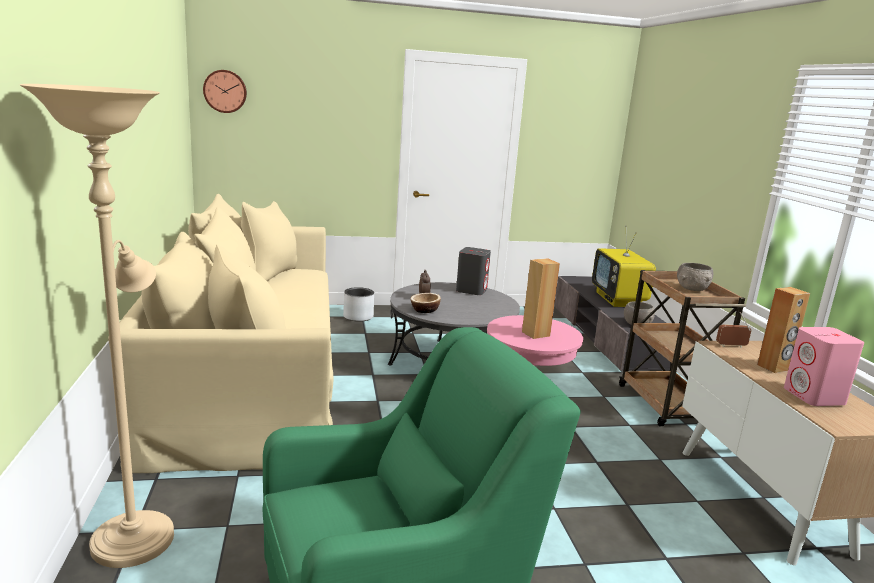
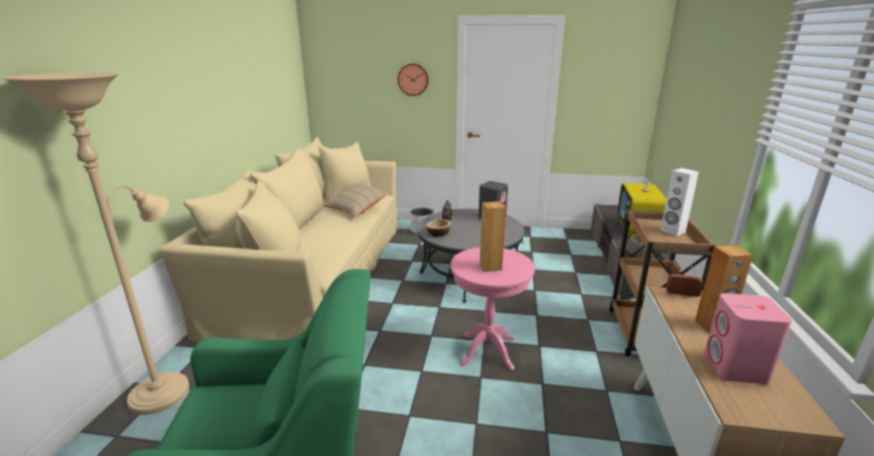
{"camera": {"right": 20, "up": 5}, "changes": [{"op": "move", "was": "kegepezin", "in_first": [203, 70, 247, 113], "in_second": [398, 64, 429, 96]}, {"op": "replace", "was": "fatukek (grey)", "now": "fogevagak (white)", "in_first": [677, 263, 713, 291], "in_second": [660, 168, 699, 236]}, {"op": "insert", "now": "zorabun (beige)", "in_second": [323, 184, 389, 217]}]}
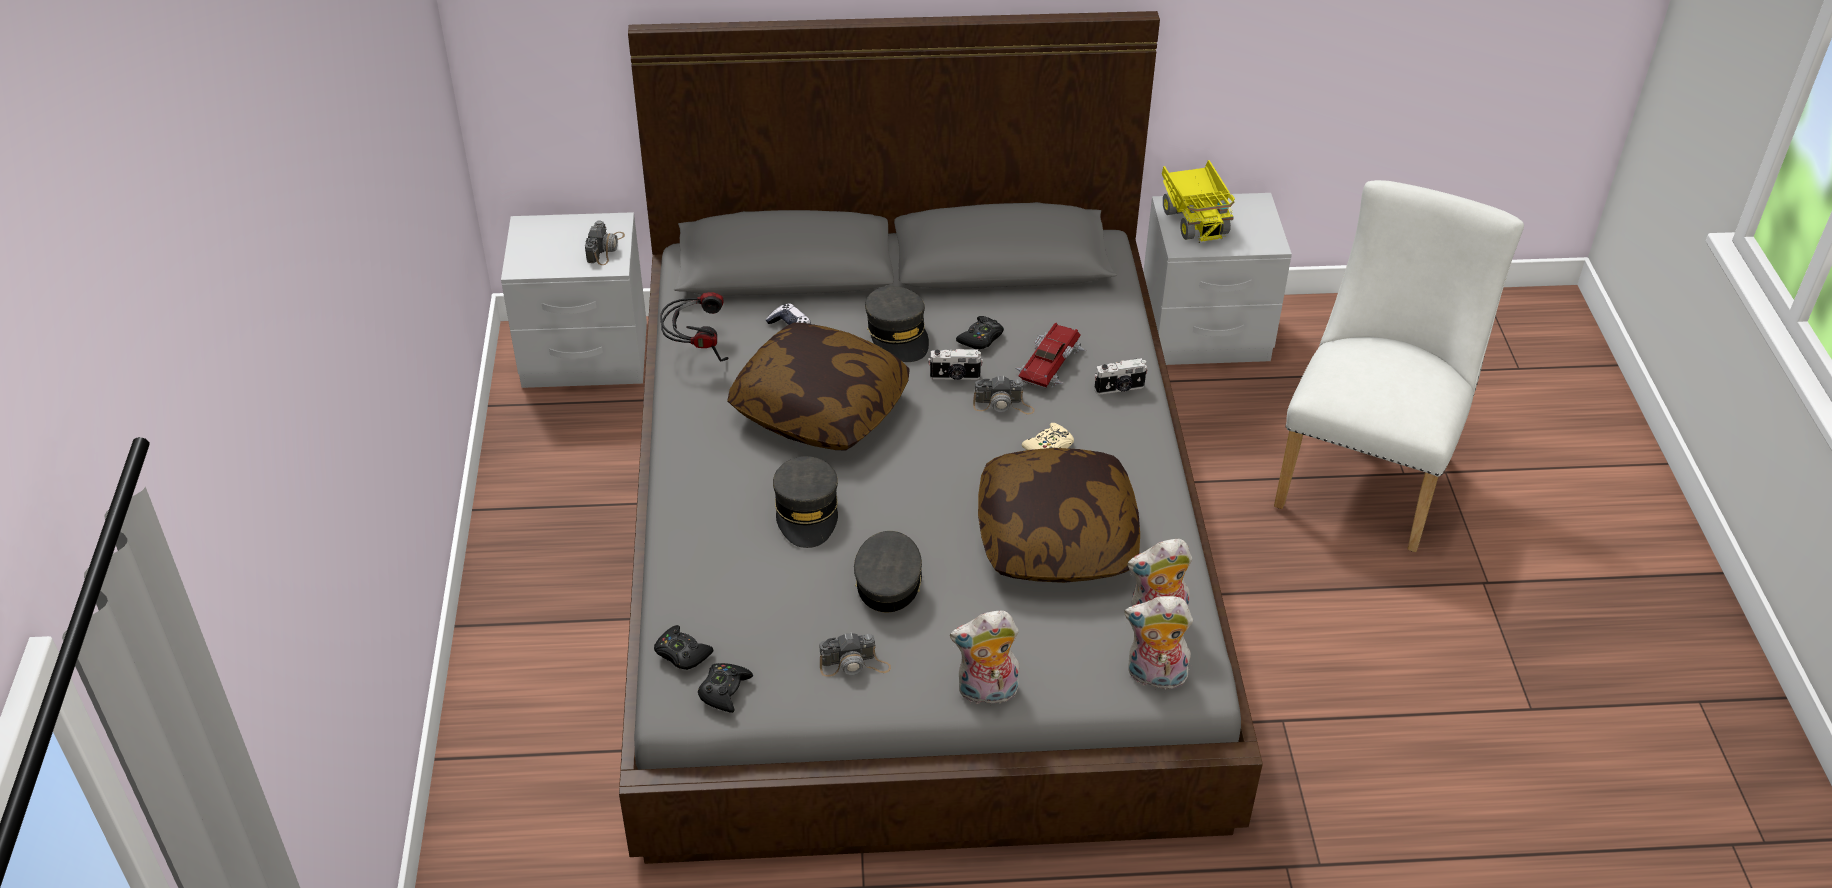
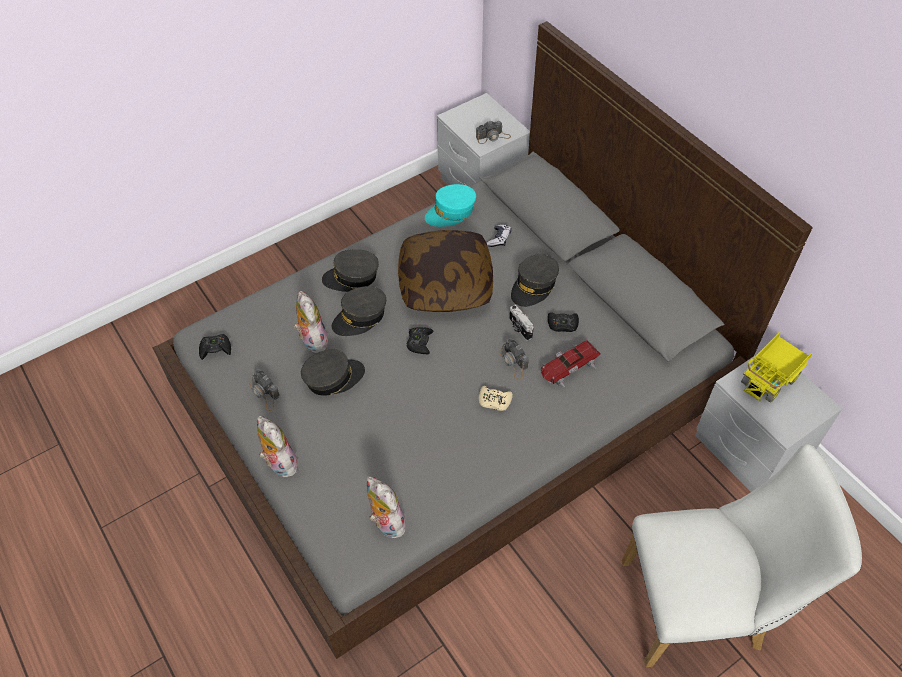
{"camera": {"right": 60, "up": 10}, "changes": [{"op": "replace", "was": "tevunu", "now": "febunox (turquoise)", "in_first": [660, 292, 728, 362], "in_second": [425, 184, 476, 227]}, {"op": "rotate", "was": "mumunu", "in_first": [1016, 323, 1086, 389], "in_second": [541, 340, 600, 387], "clockwise": 150}, {"op": "delete", "was": "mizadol", "in_first": [1094, 358, 1148, 395]}, {"op": "delete", "was": "zorabun", "in_first": [978, 448, 1140, 583]}, {"op": "move", "was": "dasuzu", "in_first": [1124, 596, 1193, 690], "in_second": [294, 291, 328, 353]}, {"op": "move", "was": "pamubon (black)", "in_first": [654, 625, 713, 670], "in_second": [406, 327, 434, 354]}, {"op": "insert", "now": "febunox (grey)", "in_second": [322, 249, 379, 292]}]}
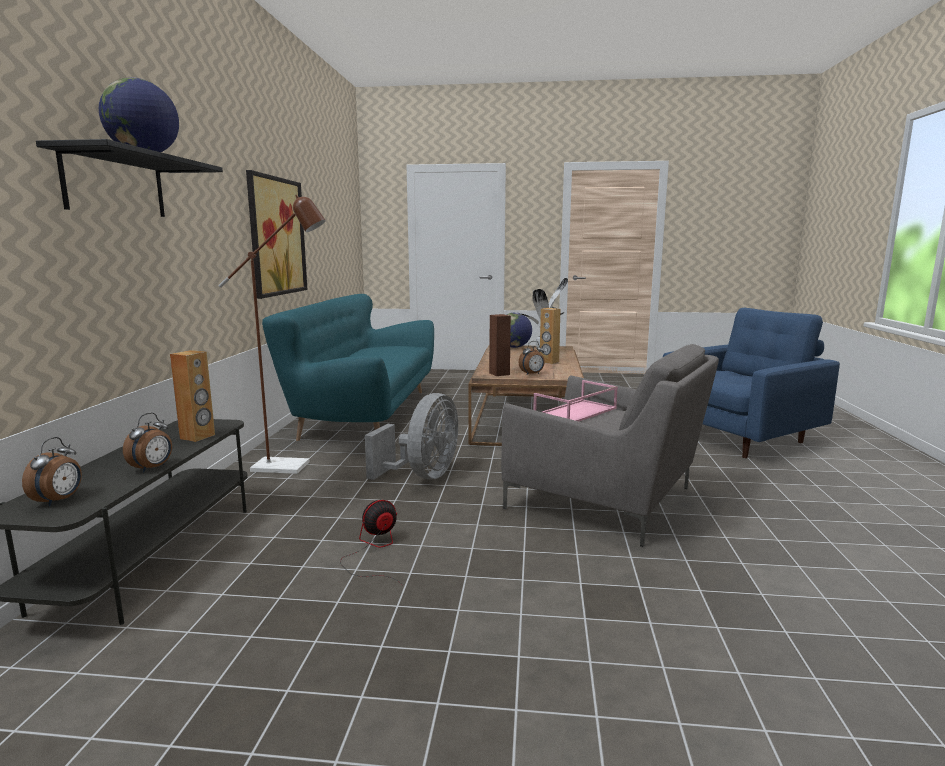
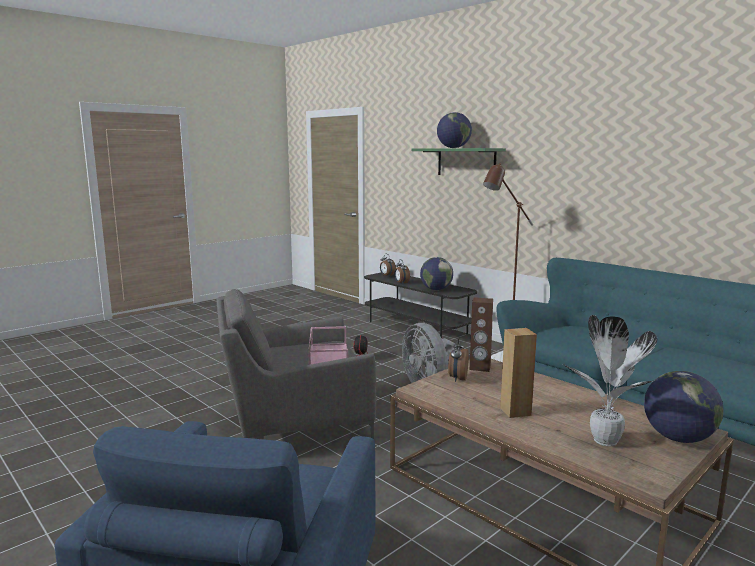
{"camera": {"right": 130, "up": 0}, "changes": [{"op": "recolor", "was": "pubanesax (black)", "now": "pubanesax (green)", "in_first": [36, 139, 223, 217], "in_second": [411, 148, 506, 175]}, {"op": "delete", "was": "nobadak", "in_first": [246, 170, 308, 299]}, {"op": "replace", "was": "fogevagak (brown)", "now": "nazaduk", "in_first": [170, 350, 215, 442], "in_second": [420, 257, 453, 290]}]}
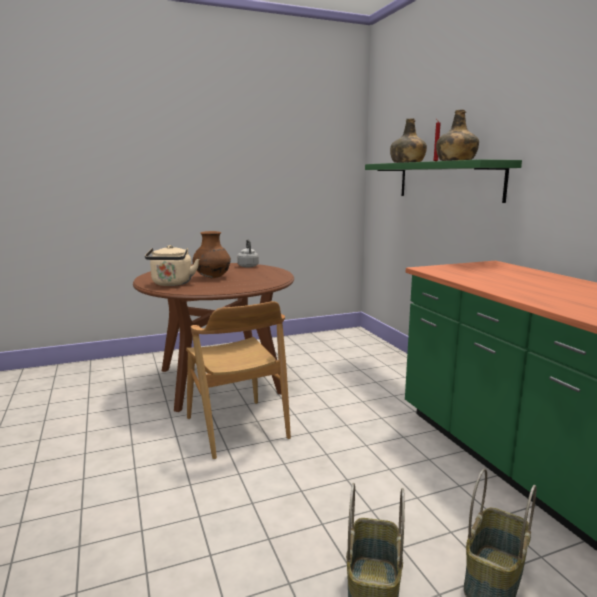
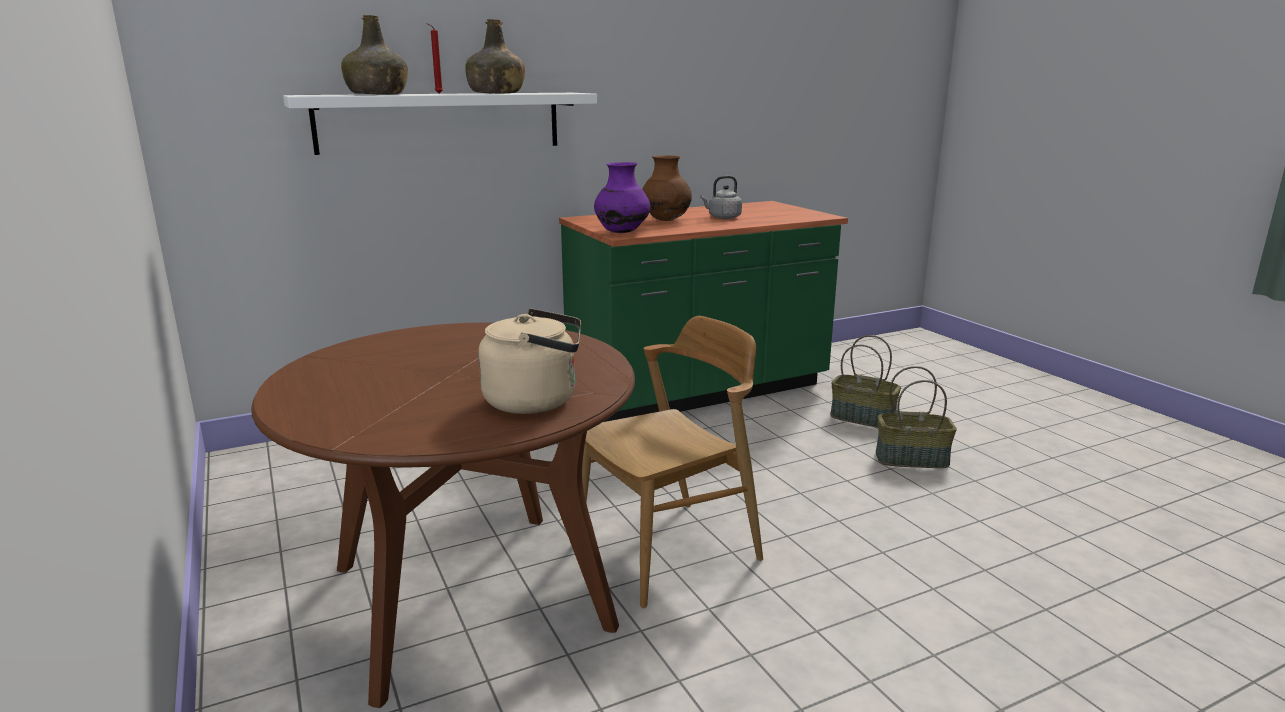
{"camera": {"right": -95, "up": 5}, "changes": [{"op": "recolor", "was": "pubanesax (green)", "now": "pubanesax (white)", "in_first": [365, 159, 522, 203], "in_second": [283, 93, 597, 155]}, {"op": "move", "was": "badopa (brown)", "in_first": [192, 231, 231, 278], "in_second": [642, 156, 692, 221]}, {"op": "move", "was": "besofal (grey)", "in_first": [237, 239, 259, 268], "in_second": [700, 176, 742, 219]}, {"op": "insert", "now": "badopa (purple)", "in_second": [594, 162, 650, 233]}]}
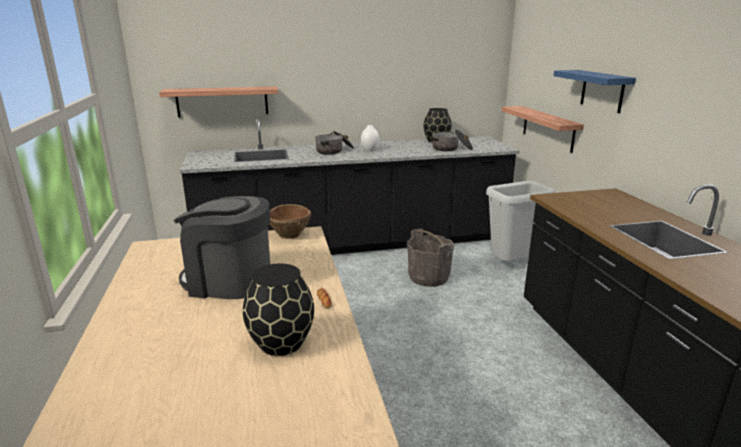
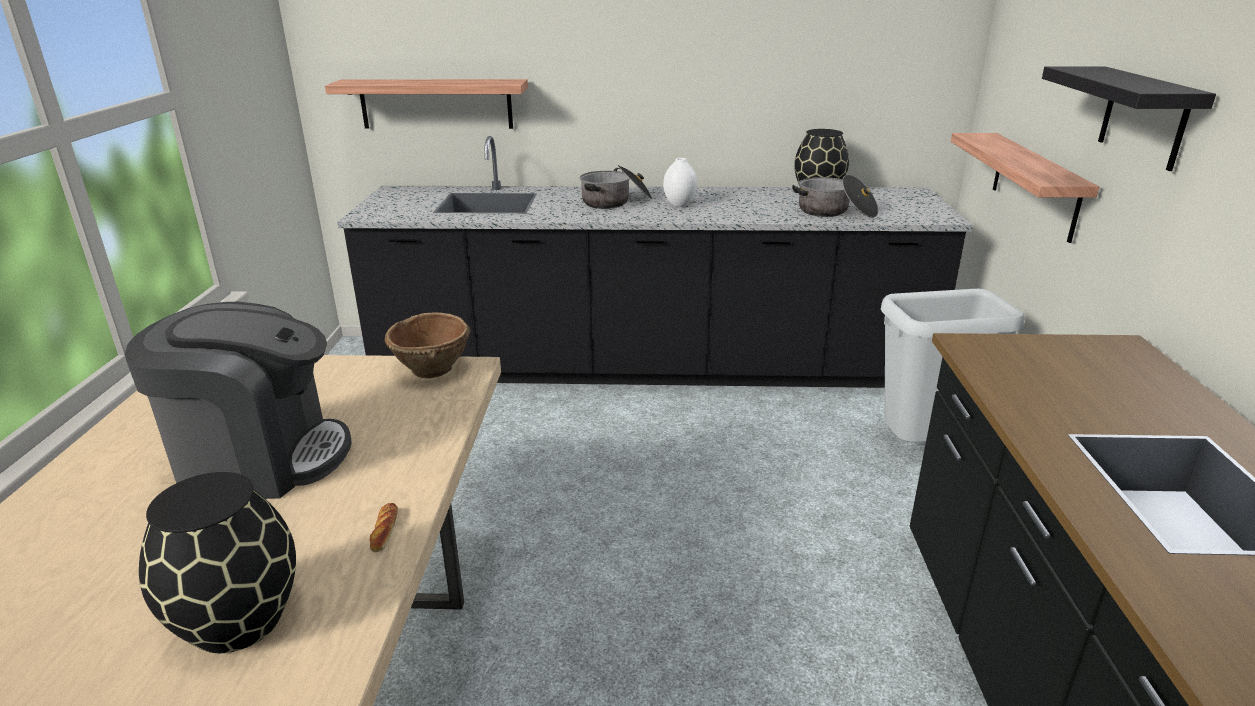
{"camera": {"right": 15, "up": 5}, "changes": [{"op": "recolor", "was": "pubanesax (blue)", "now": "pubanesax (black)", "in_first": [553, 70, 636, 113], "in_second": [1042, 66, 1216, 171]}, {"op": "rotate", "was": "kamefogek", "in_first": [174, 196, 270, 299], "in_second": [125, 302, 352, 499], "clockwise": 150}, {"op": "delete", "was": "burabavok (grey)", "in_first": [407, 228, 454, 287]}]}
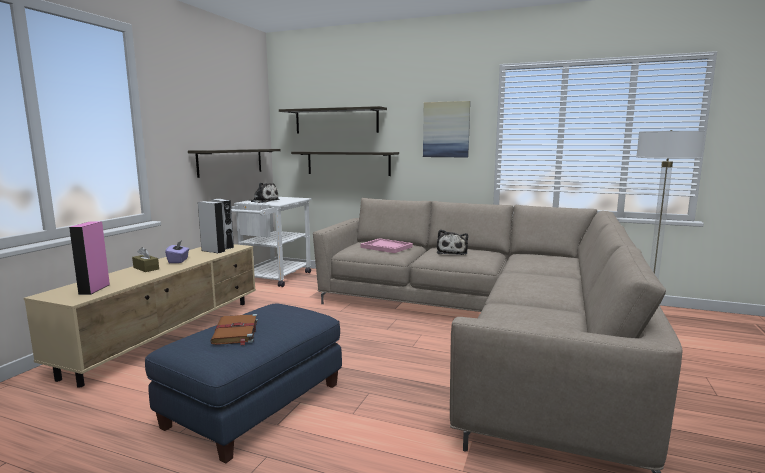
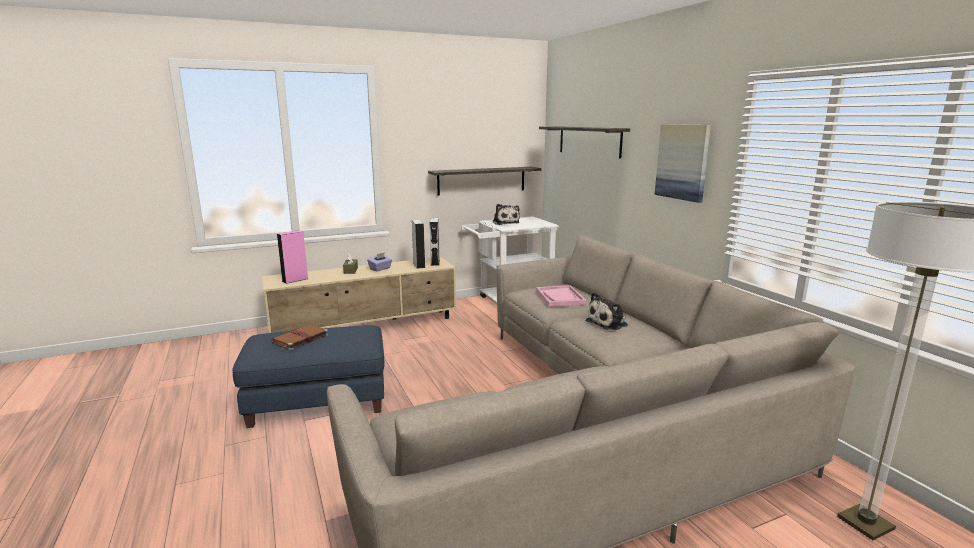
{"camera": {"right": 45, "up": 5}, "changes": [{"op": "delete", "was": "pubanesax", "in_first": [291, 151, 399, 176]}]}
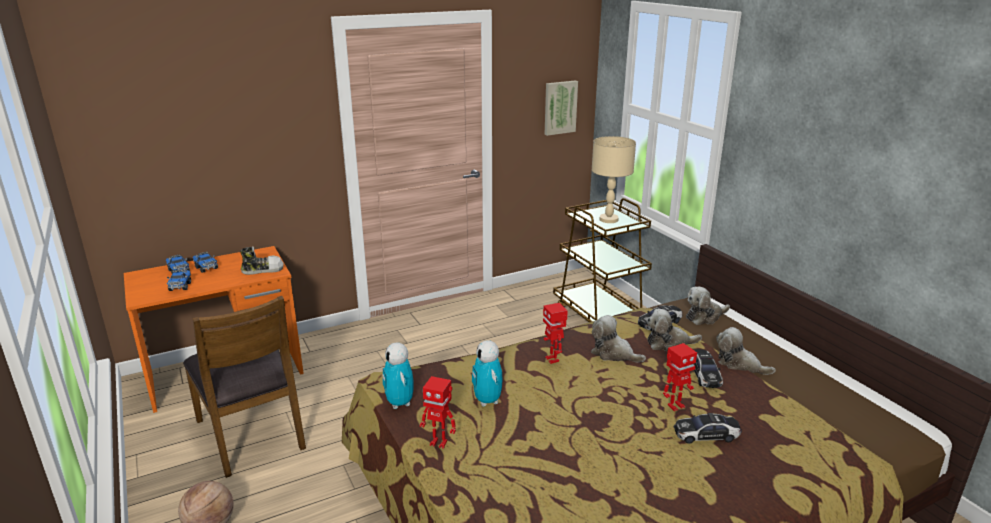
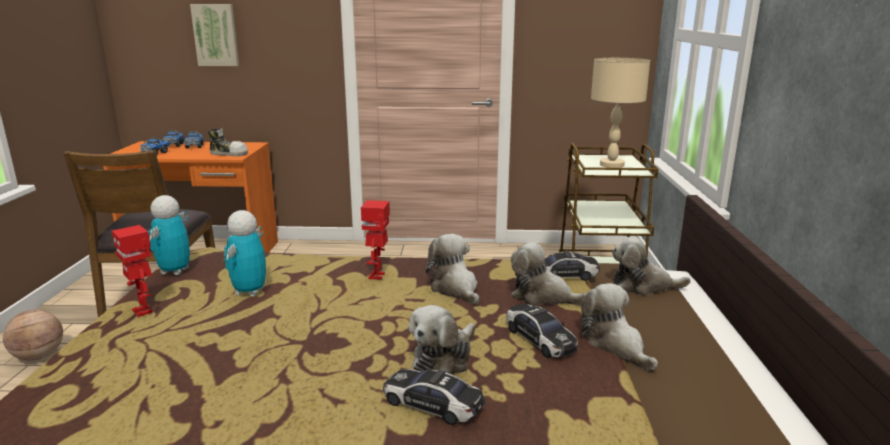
{"camera": {"right": 30, "up": -5}, "changes": [{"op": "move", "was": "nobadak", "in_first": [545, 81, 578, 136], "in_second": [190, 4, 239, 66]}, {"op": "replace", "was": "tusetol", "now": "dasuzu", "in_first": [663, 343, 697, 411], "in_second": [409, 305, 475, 374]}, {"op": "rotate", "was": "mumunu", "in_first": [694, 349, 723, 388], "in_second": [506, 304, 578, 358], "clockwise": -60}]}
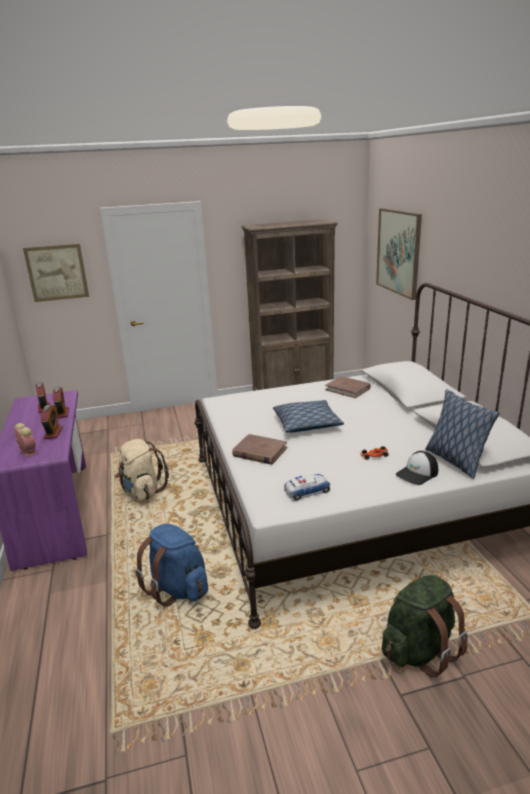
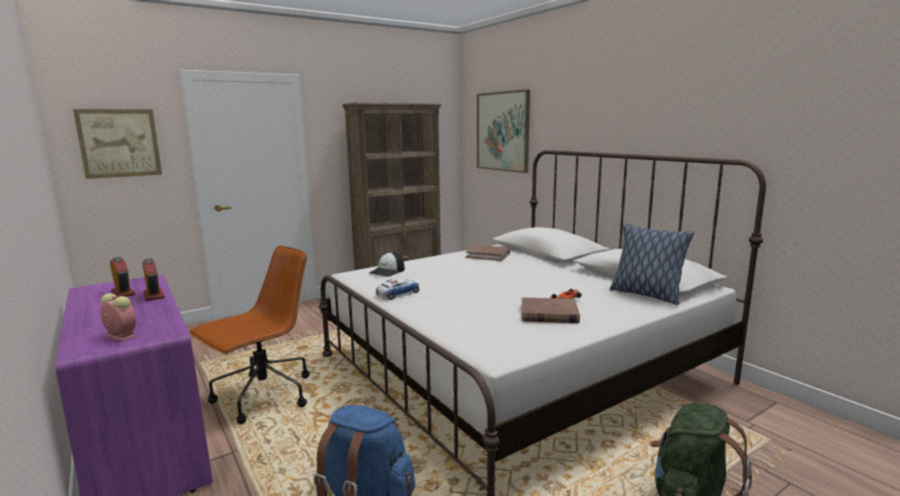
{"camera": {"right": -20, "up": -10}, "changes": [{"op": "delete", "was": "zorabun", "in_first": [273, 400, 344, 433]}, {"op": "delete", "was": "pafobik", "in_first": [41, 405, 63, 439]}, {"op": "move", "was": "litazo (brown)", "in_first": [232, 434, 287, 465], "in_second": [521, 297, 580, 323]}, {"op": "replace", "was": "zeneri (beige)", "now": "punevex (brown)", "in_first": [115, 439, 169, 501], "in_second": [189, 246, 309, 424]}, {"op": "move", "was": "febunox", "in_first": [396, 451, 438, 485], "in_second": [369, 252, 405, 277]}, {"op": "move", "was": "mumunu", "in_first": [284, 474, 330, 501], "in_second": [375, 279, 419, 300]}]}
